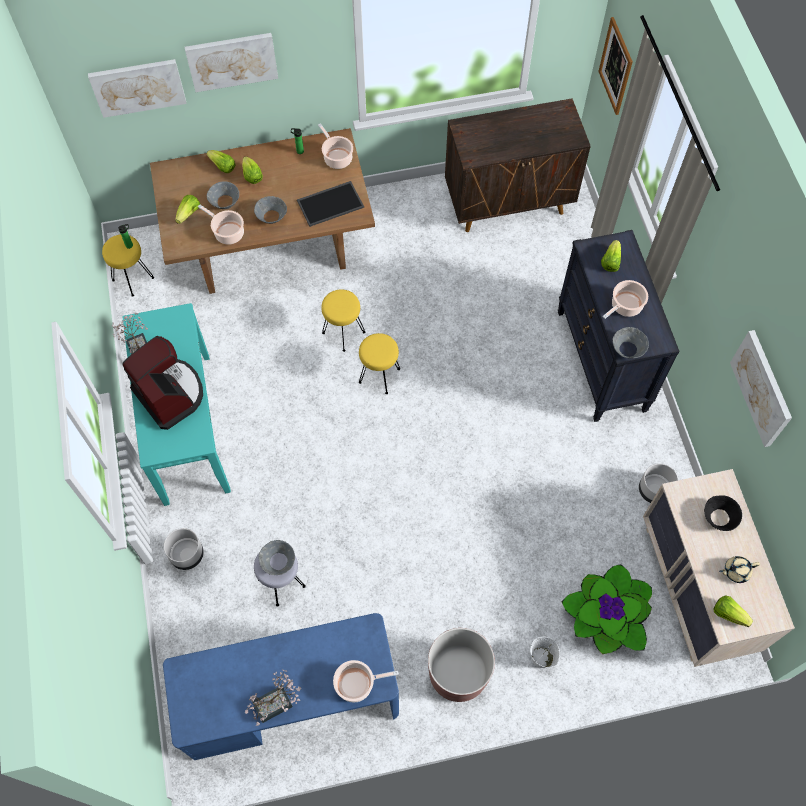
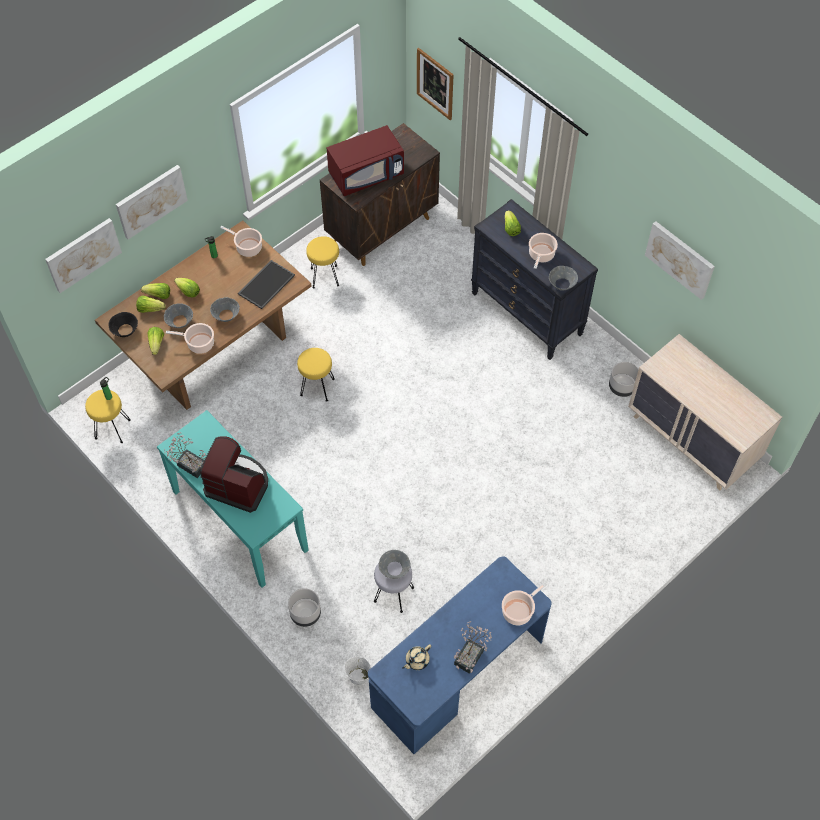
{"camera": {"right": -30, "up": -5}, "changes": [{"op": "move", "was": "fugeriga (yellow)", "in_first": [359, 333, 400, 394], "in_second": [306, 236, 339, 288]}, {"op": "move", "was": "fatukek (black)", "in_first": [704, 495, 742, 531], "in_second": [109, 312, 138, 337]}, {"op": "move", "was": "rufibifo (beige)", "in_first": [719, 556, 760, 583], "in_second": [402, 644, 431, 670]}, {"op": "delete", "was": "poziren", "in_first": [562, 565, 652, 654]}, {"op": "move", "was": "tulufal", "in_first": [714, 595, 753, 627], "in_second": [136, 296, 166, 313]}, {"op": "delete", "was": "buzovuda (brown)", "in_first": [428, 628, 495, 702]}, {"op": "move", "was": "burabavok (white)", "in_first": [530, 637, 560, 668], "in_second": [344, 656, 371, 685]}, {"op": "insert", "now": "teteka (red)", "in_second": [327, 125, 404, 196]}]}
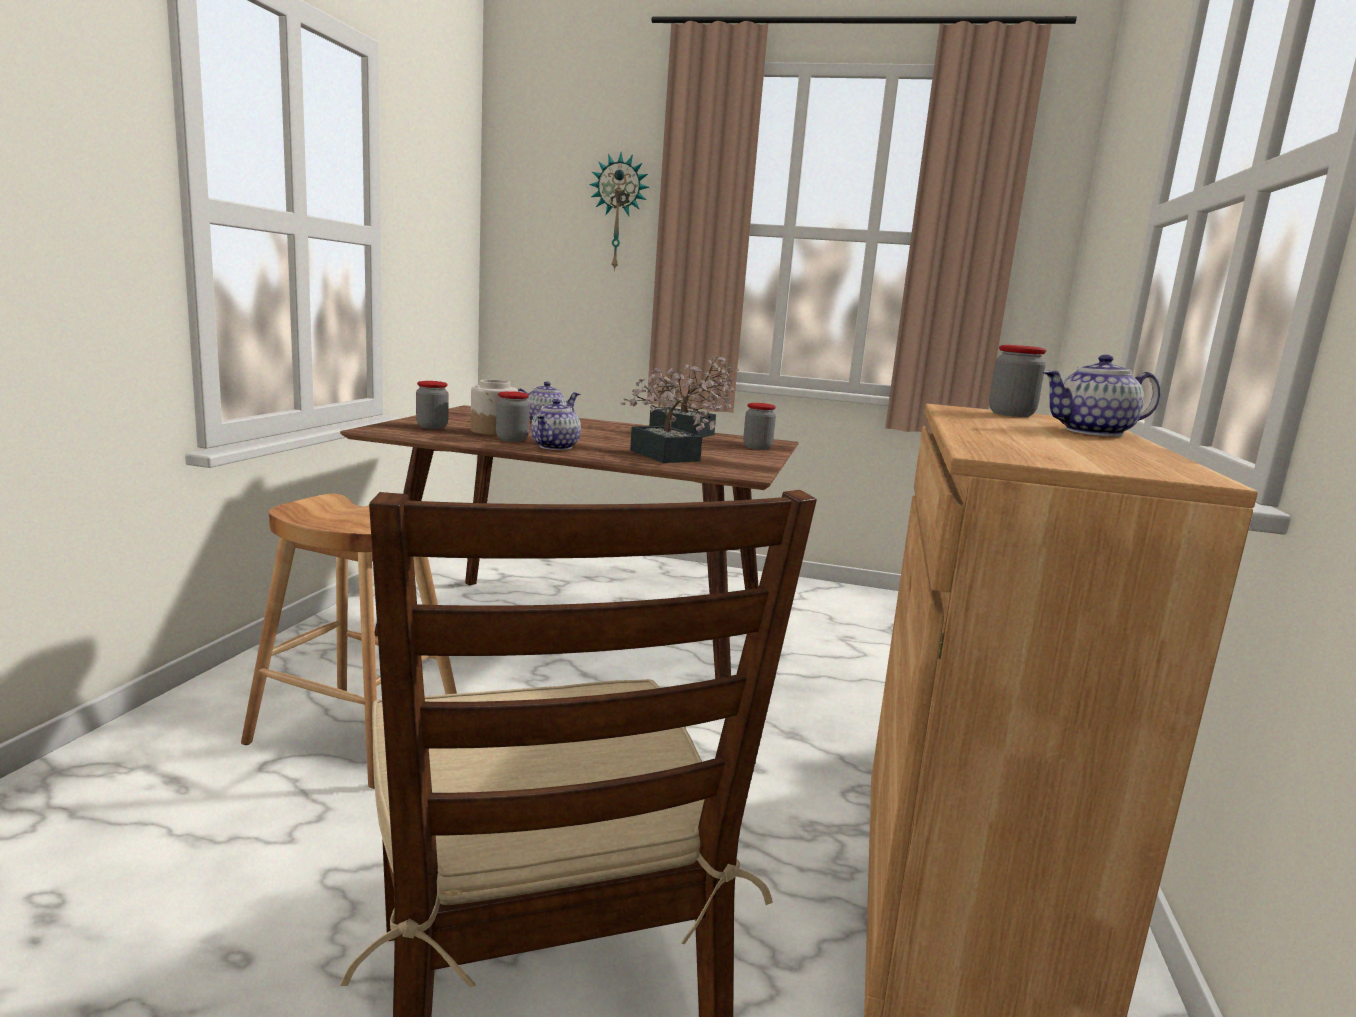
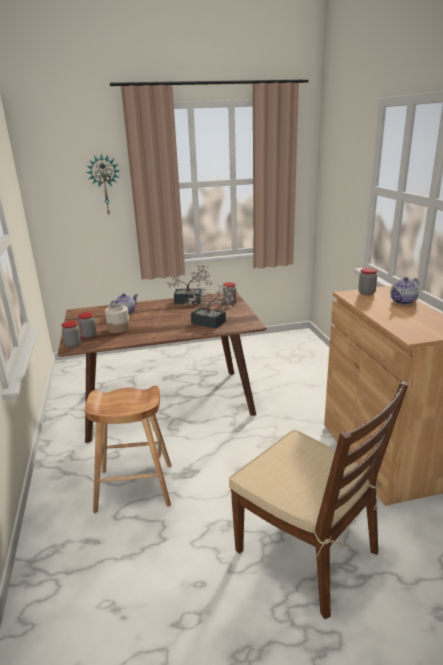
{"camera": {"right": -25, "up": 10}, "changes": [{"op": "move", "was": "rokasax", "in_first": [496, 391, 530, 442], "in_second": [61, 321, 81, 347]}, {"op": "delete", "was": "rufibifo", "in_first": [531, 399, 581, 450]}]}
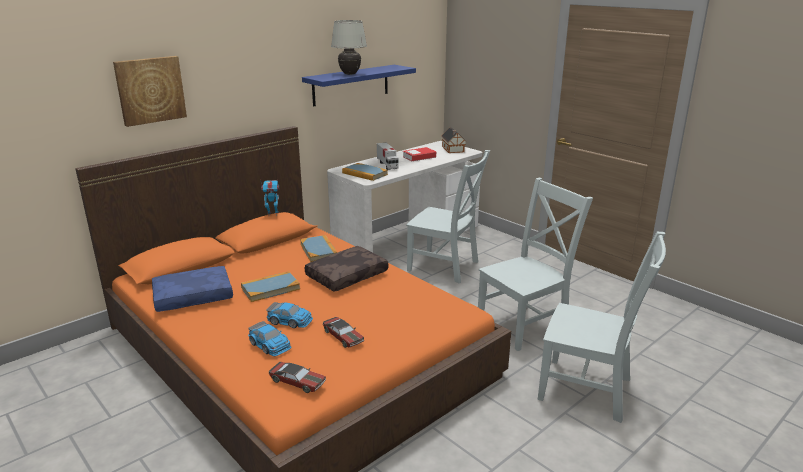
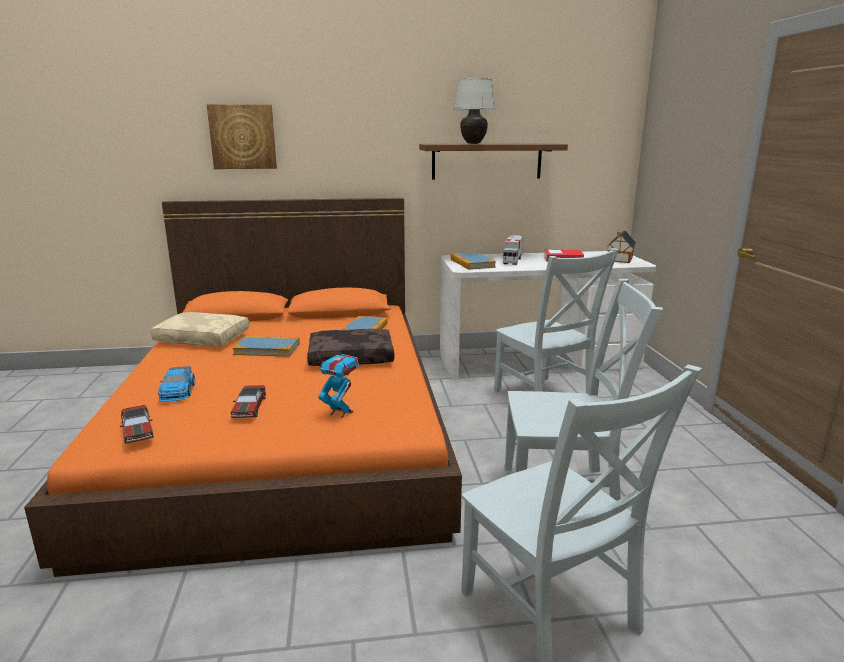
{"camera": {"right": 35, "up": -5}, "changes": [{"op": "recolor", "was": "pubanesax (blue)", "now": "pubanesax (brown)", "in_first": [302, 65, 416, 107], "in_second": [419, 143, 568, 180]}, {"op": "move", "was": "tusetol", "in_first": [261, 179, 279, 216], "in_second": [317, 352, 359, 418]}, {"op": "recolor", "was": "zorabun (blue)", "now": "zorabun (beige)", "in_first": [152, 266, 233, 312], "in_second": [151, 312, 249, 347]}, {"op": "delete", "was": "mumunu", "in_first": [266, 302, 313, 328]}]}
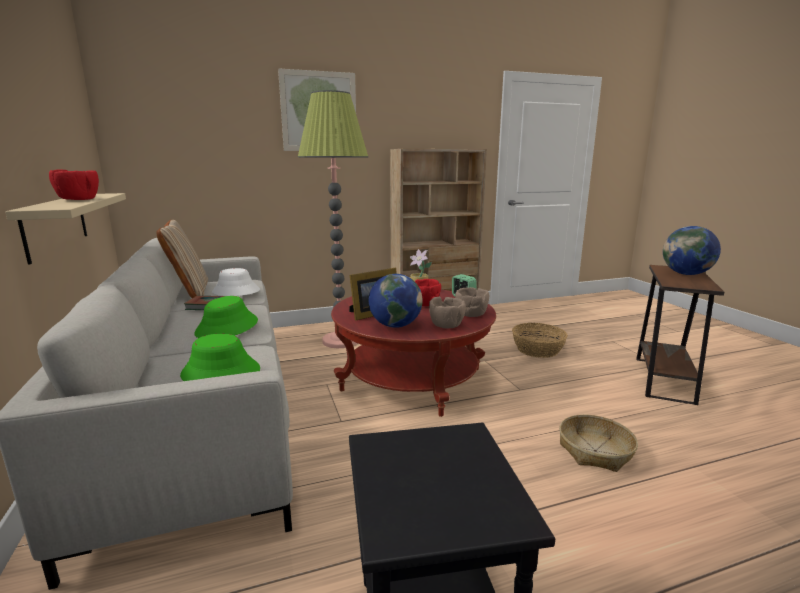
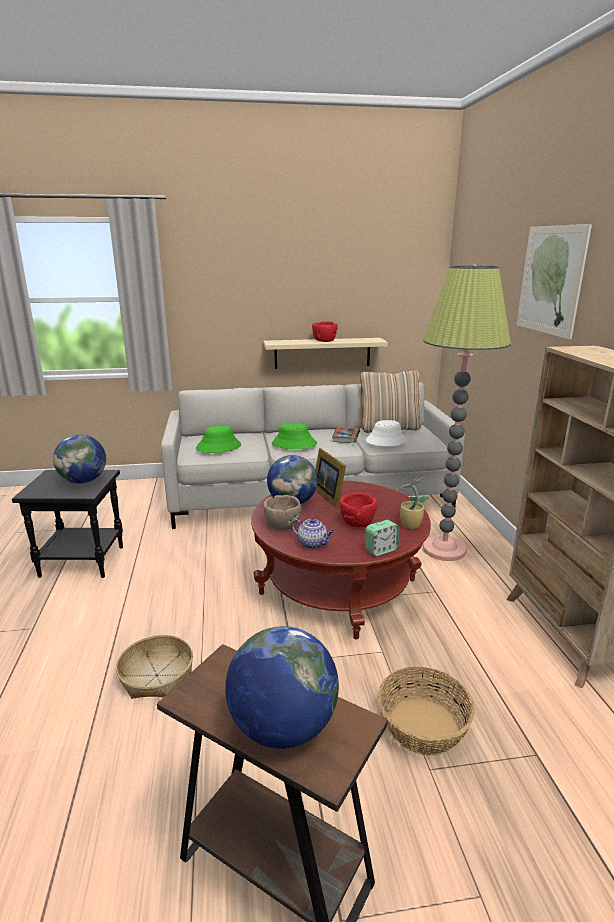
{"camera": {"right": 100, "up": 5}, "changes": [{"op": "replace", "was": "fatukek (brown)", "now": "rufibifo", "in_first": [455, 287, 489, 317], "in_second": [292, 518, 334, 549]}, {"op": "insert", "now": "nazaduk", "in_second": [53, 435, 106, 483]}]}
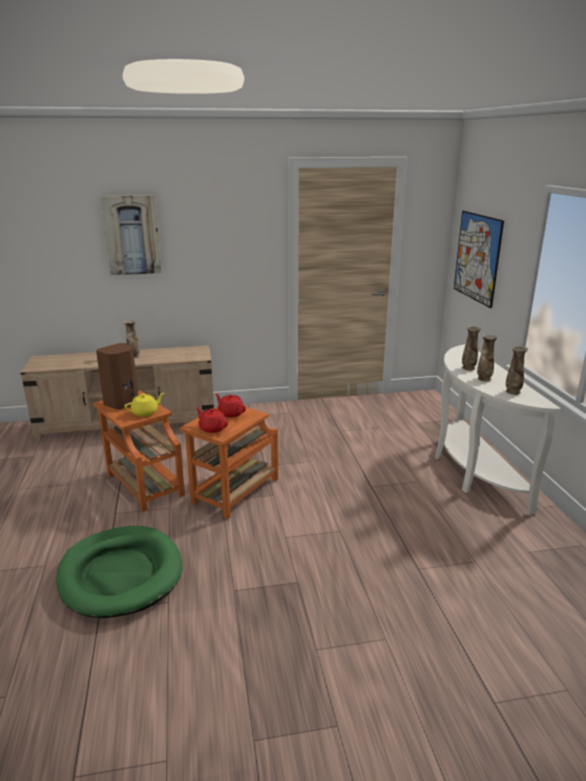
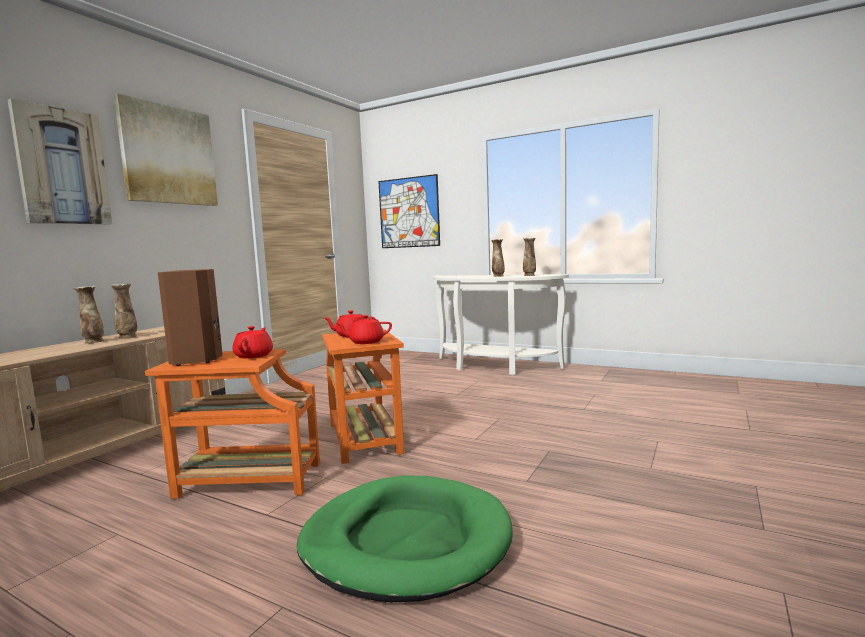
{"camera": {"right": -50, "up": -15}, "changes": [{"op": "move", "was": "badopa", "in_first": [462, 326, 481, 371], "in_second": [111, 283, 137, 339]}, {"op": "recolor", "was": "rufibifo (yellow)", "now": "rufibifo (red)", "in_first": [125, 393, 164, 417], "in_second": [232, 326, 273, 359]}, {"op": "insert", "now": "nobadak", "in_second": [114, 93, 218, 206]}]}
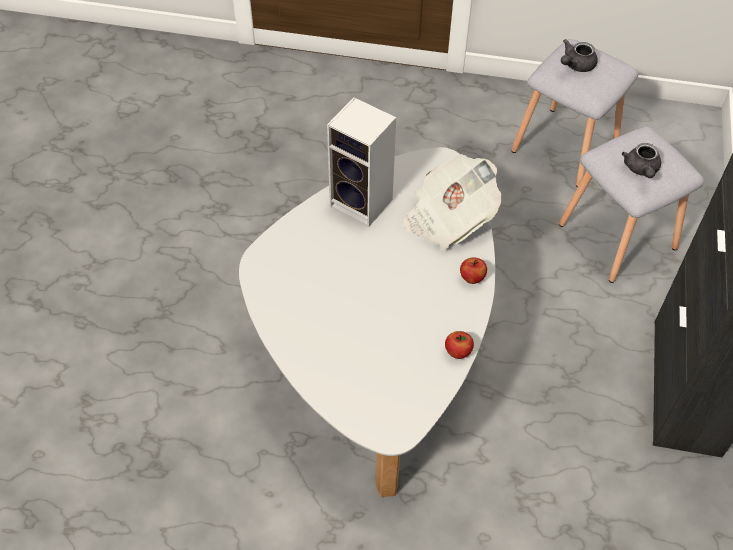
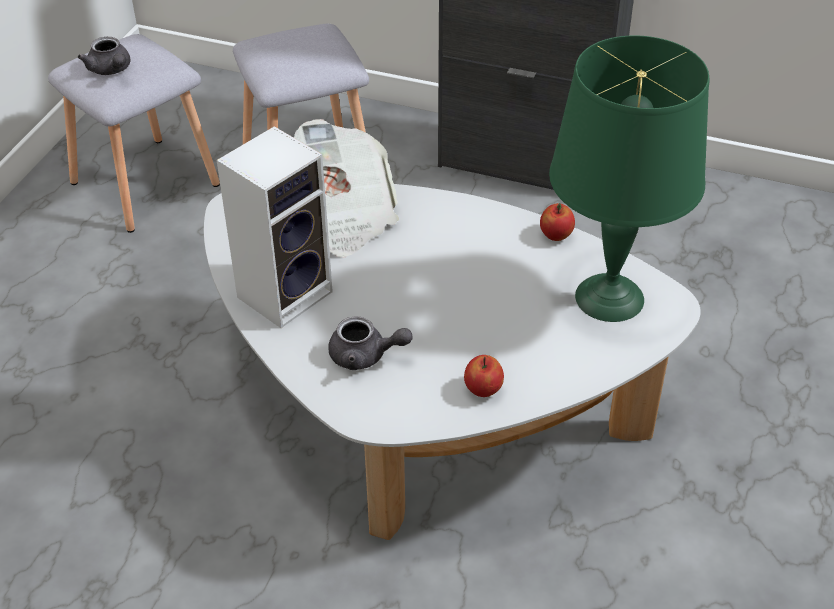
{"camera": {"right": -80, "up": -10}, "changes": [{"op": "move", "was": "rufibifo (grey)", "in_first": [622, 143, 661, 178], "in_second": [328, 316, 413, 370]}, {"op": "move", "was": "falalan", "in_first": [460, 258, 487, 284], "in_second": [464, 355, 504, 397]}, {"op": "insert", "now": "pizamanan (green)", "in_second": [549, 35, 709, 322]}]}
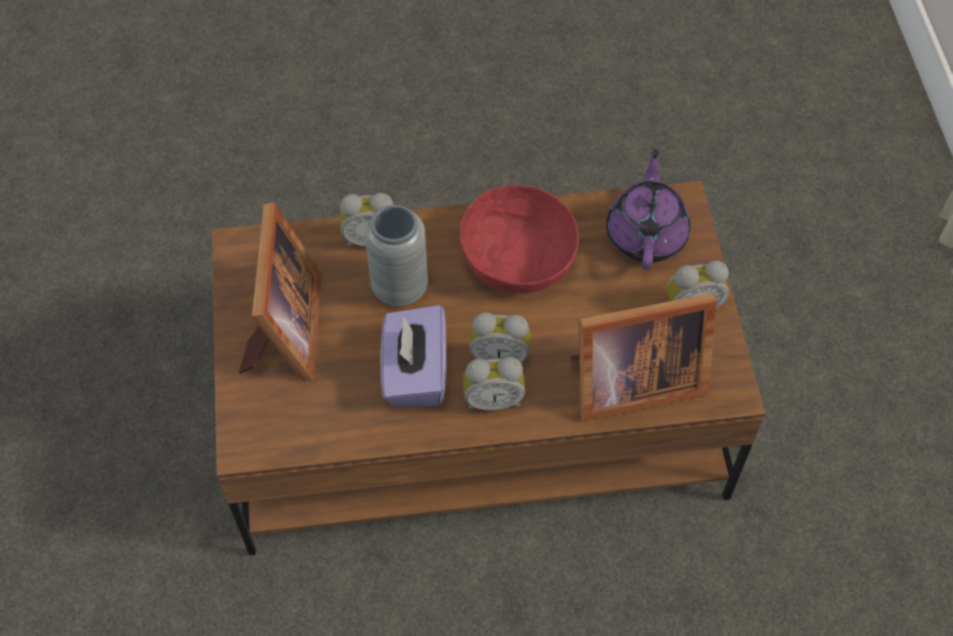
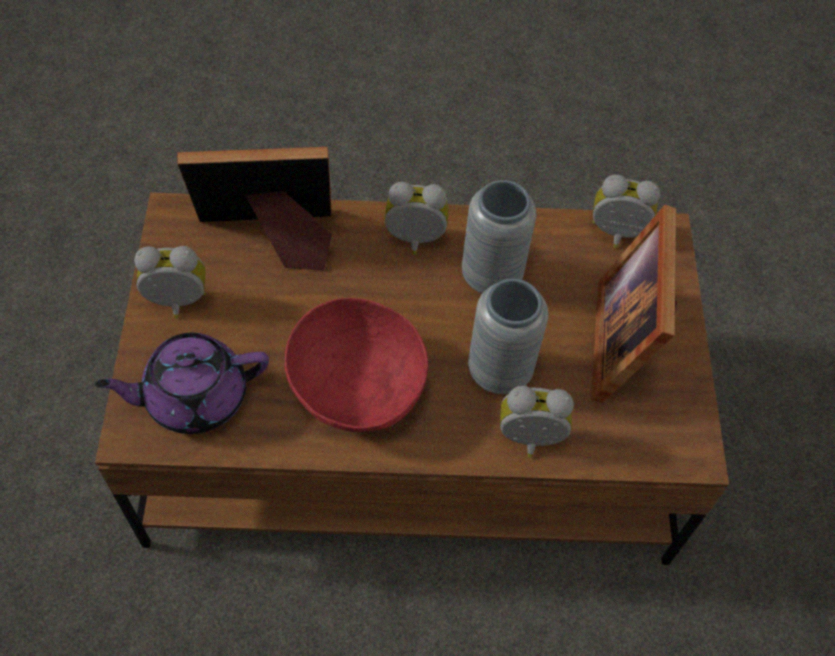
{"camera": {"right": -175, "up": 0}, "changes": [{"op": "rotate", "was": "rufibifo (purple)", "in_first": [606, 149, 690, 270], "in_second": [95, 333, 269, 434], "clockwise": 60}, {"op": "replace", "was": "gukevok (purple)", "now": "badopa (grey)", "in_first": [381, 305, 446, 407], "in_second": [462, 180, 536, 294]}, {"op": "move", "was": "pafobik", "in_first": [469, 313, 531, 367], "in_second": [592, 174, 660, 248]}]}
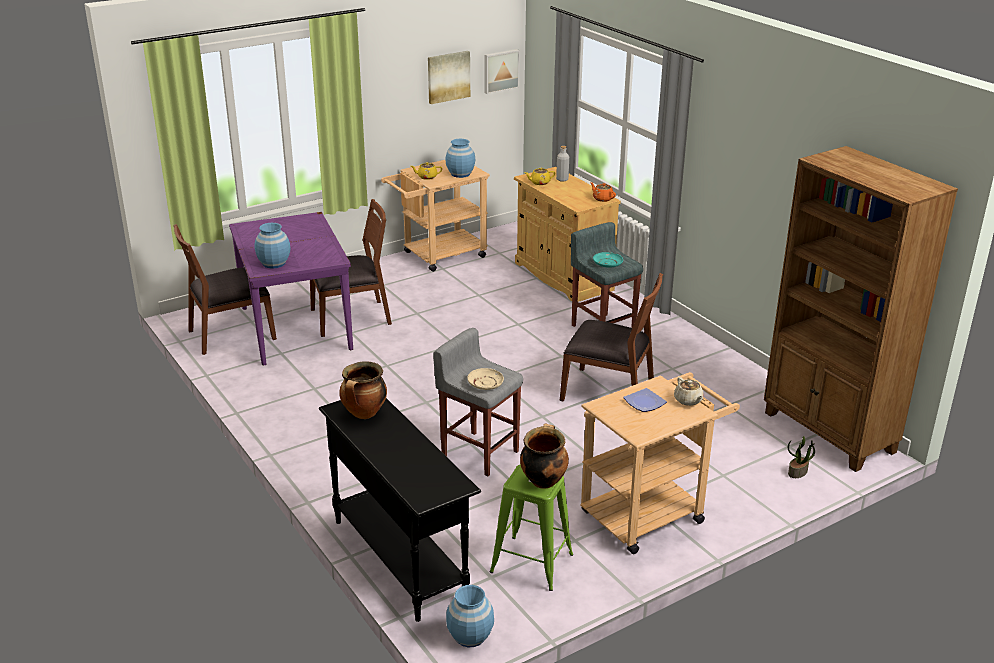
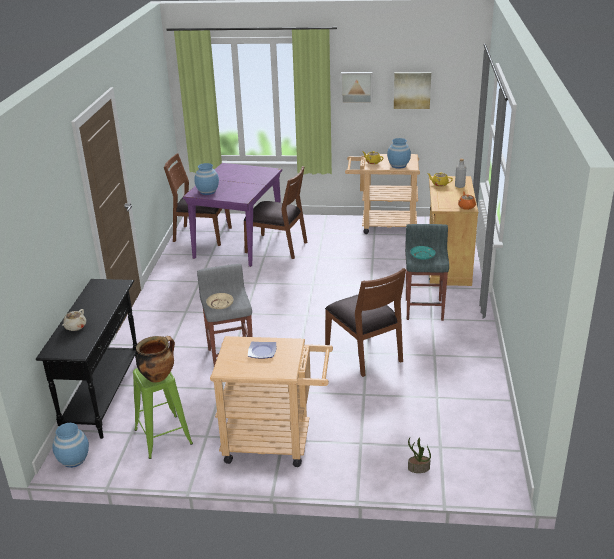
{"camera": {"right": 40, "up": 0}, "changes": [{"op": "move", "was": "nobadak", "in_first": [484, 49, 520, 94], "in_second": [341, 72, 372, 104]}, {"op": "delete", "was": "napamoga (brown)", "in_first": [764, 146, 958, 472]}, {"op": "delete", "was": "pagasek", "in_first": [339, 361, 387, 419]}, {"op": "move", "was": "rufibifo (beige)", "in_first": [674, 377, 703, 406], "in_second": [63, 309, 86, 331]}]}
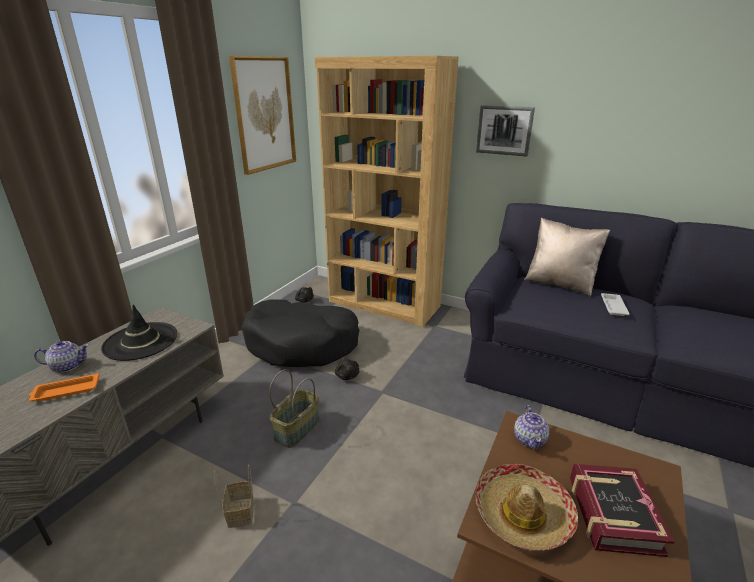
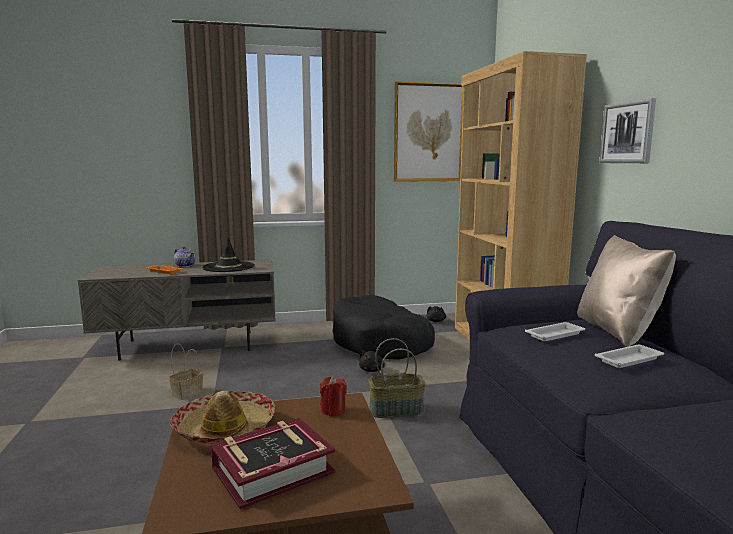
{"camera": {"right": 50, "up": -15}, "changes": [{"op": "move", "was": "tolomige", "in_first": [269, 369, 320, 448], "in_second": [368, 338, 426, 418]}, {"op": "replace", "was": "rufibifo", "now": "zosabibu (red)", "in_first": [514, 405, 549, 450], "in_second": [320, 376, 347, 416]}, {"op": "insert", "now": "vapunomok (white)", "in_second": [525, 322, 585, 341]}]}
